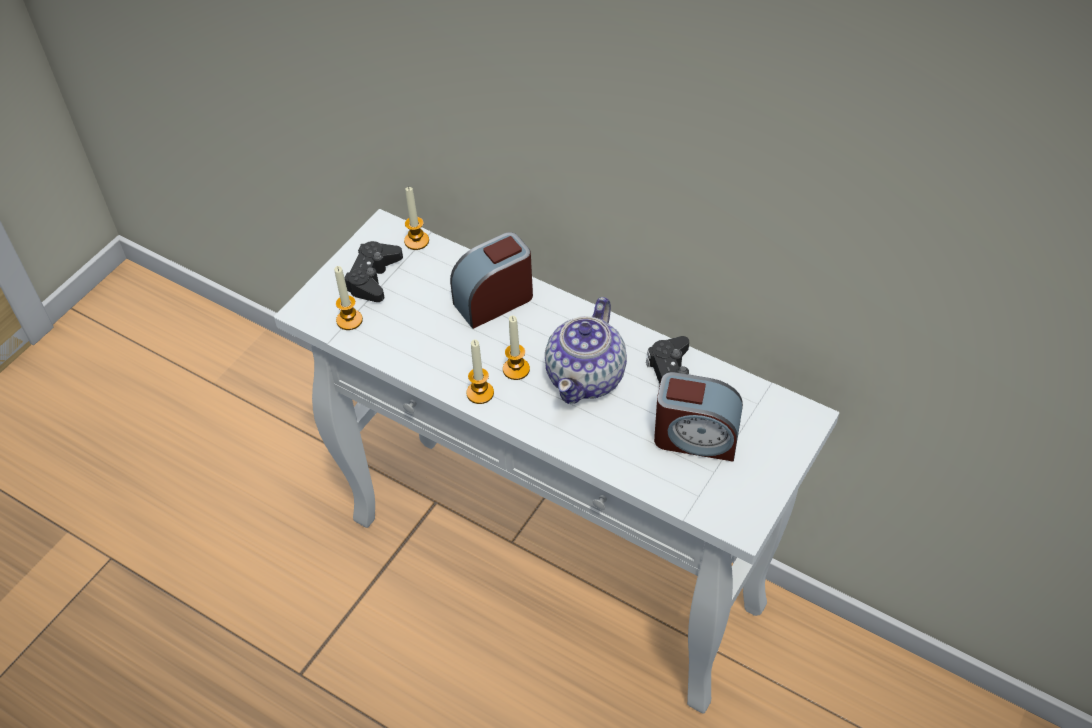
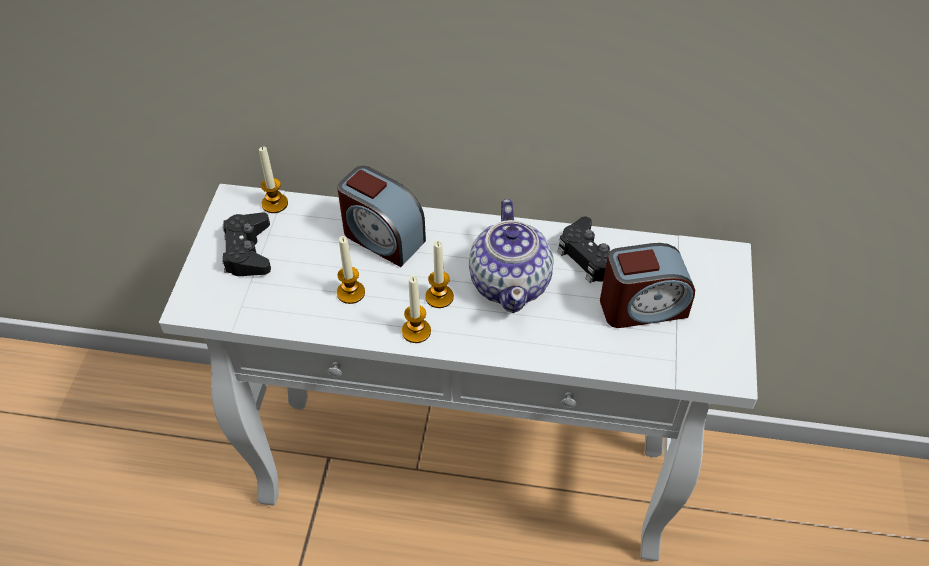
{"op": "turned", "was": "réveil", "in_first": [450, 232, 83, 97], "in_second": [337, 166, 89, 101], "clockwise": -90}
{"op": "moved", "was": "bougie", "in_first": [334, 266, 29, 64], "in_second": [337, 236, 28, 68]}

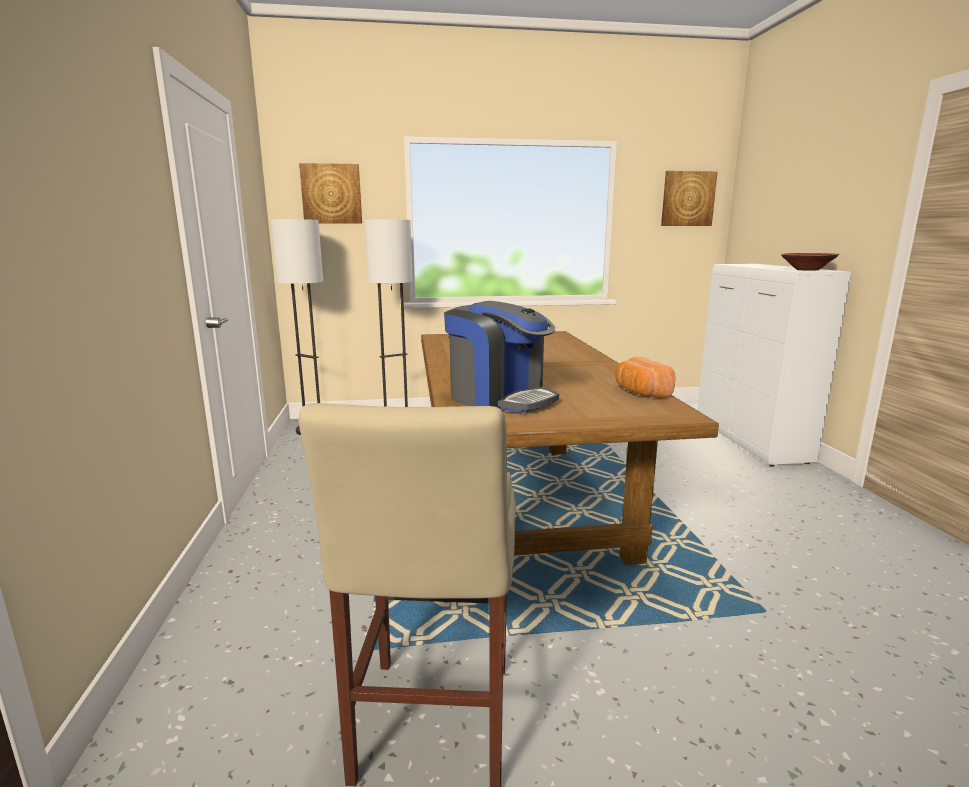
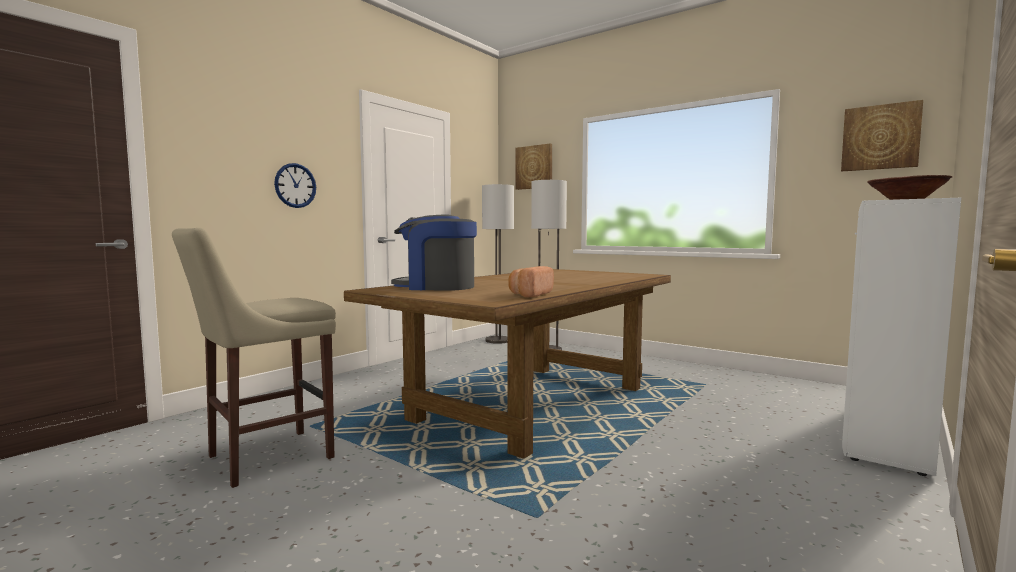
{"op": "turned", "was": "machine à café", "in_first": [444, 301, 115, 112], "in_second": [391, 214, 86, 77], "clockwise": 105}
{"op": "added", "now": "horloge murale", "in_second": [274, 163, 42, 45]}

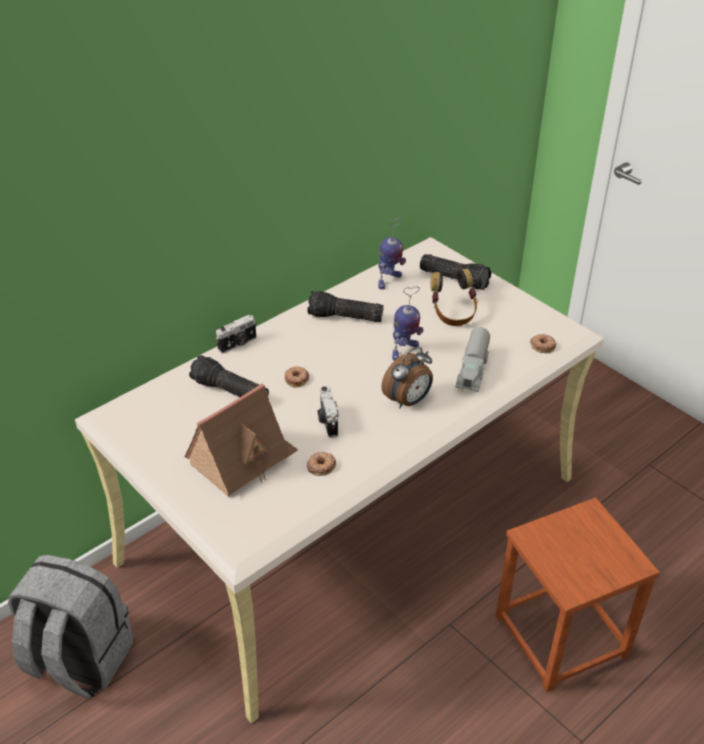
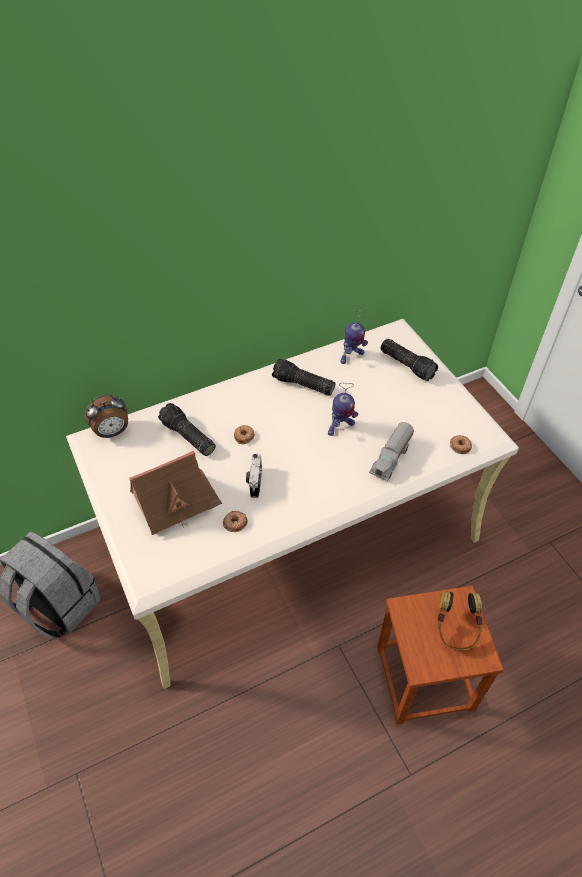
{"op": "moved", "was": "casque audio", "in_first": [431, 269, 47, 57], "in_second": [438, 591, 45, 60]}
{"op": "removed", "was": "appareil photo", "in_first": [216, 315, 41, 39]}
{"op": "moved", "was": "réveil", "in_first": [381, 347, 52, 61], "in_second": [85, 394, 43, 44]}

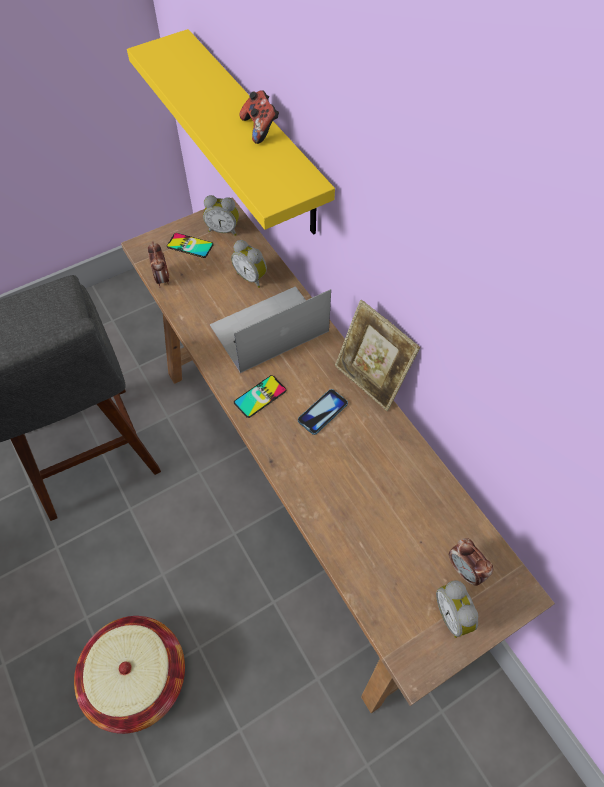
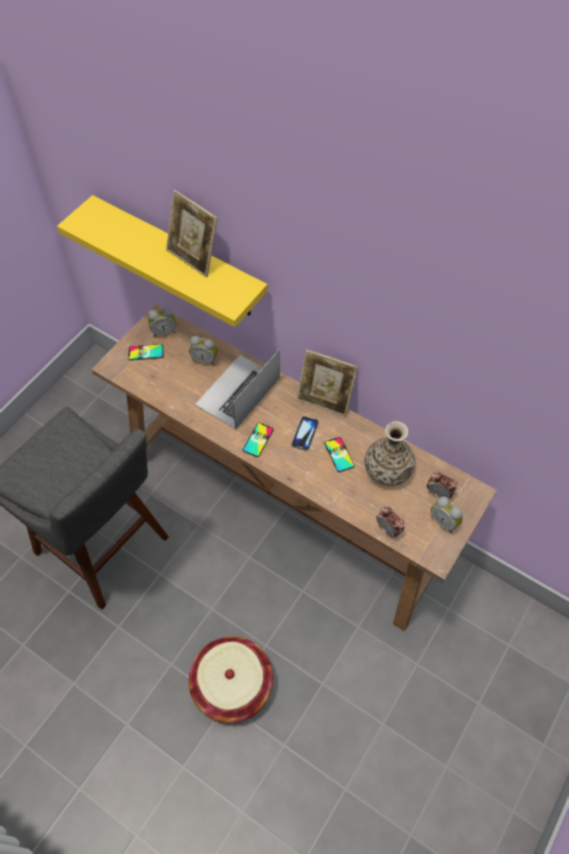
{"op": "replaced", "was": "manette", "now": "cadre photo", "in_first": [240, 90, 39, 54], "in_second": [166, 190, 52, 87]}
{"op": "moved", "was": "réveil", "in_first": [148, 241, 21, 46], "in_second": [376, 506, 28, 32]}
{"op": "added", "now": "vase", "in_second": [365, 421, 50, 65]}
{"op": "added", "now": "téléphone", "in_second": [324, 437, 31, 35]}

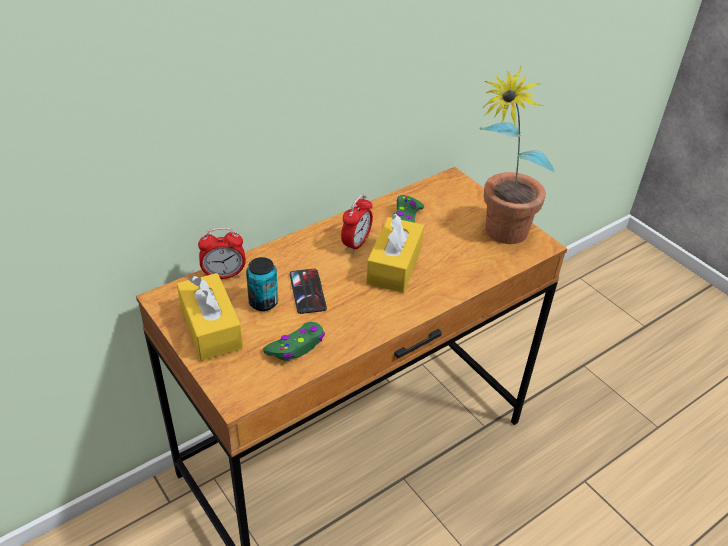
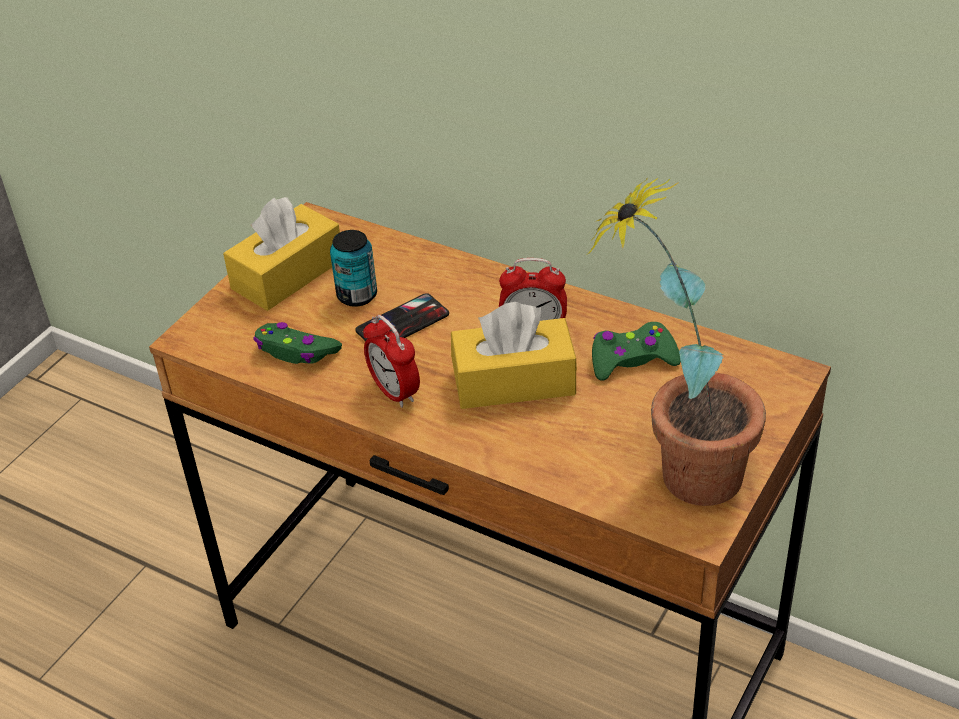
{"op": "moved", "was": "réveil", "in_first": [198, 227, 48, 52], "in_second": [363, 315, 57, 93]}

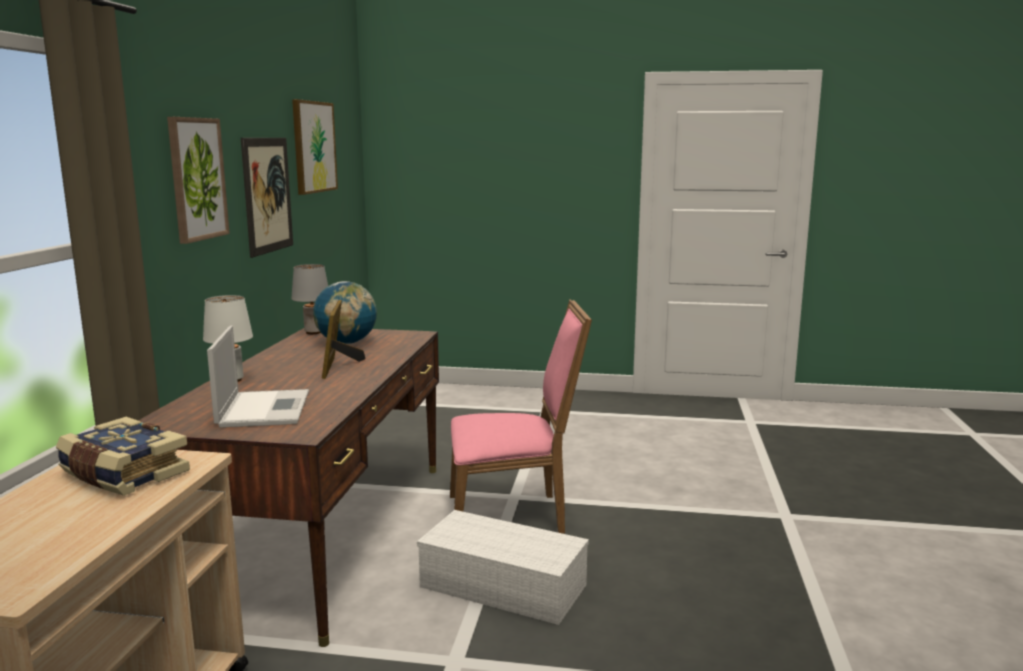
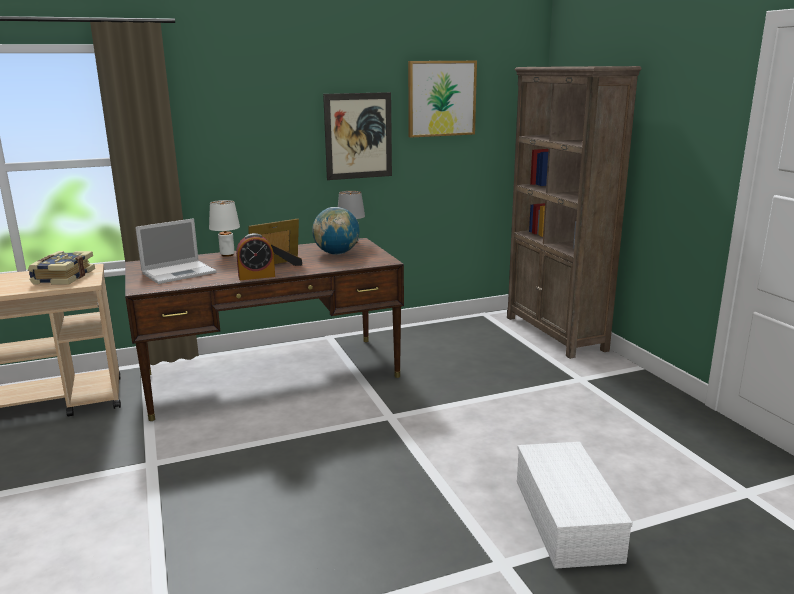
{"op": "removed", "was": "tableau", "in_first": [167, 117, 63, 127]}
{"op": "removed", "was": "chaise/rose", "in_first": [450, 300, 142, 234]}
{"op": "moved", "was": "boîte de rangement/blanc", "in_first": [417, 510, 172, 115], "in_second": [517, 442, 116, 127]}
{"op": "added", "now": "bibliothèque/marron", "in_second": [507, 66, 134, 293]}
{"op": "added", "now": "réveil", "in_second": [236, 233, 39, 47]}

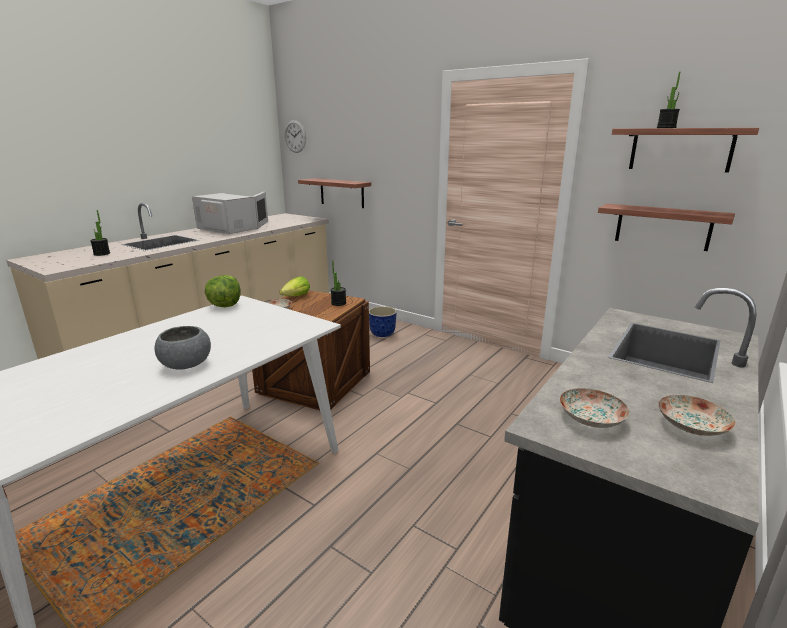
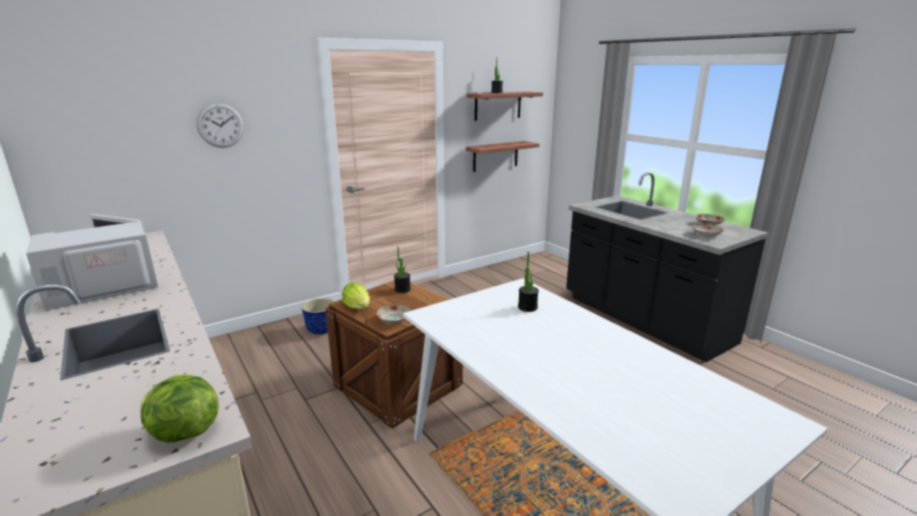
{"op": "moved", "was": "horloge murale", "in_first": [285, 120, 21, 33], "in_second": [196, 103, 48, 45]}
{"op": "removed", "was": "étagère", "in_first": [298, 178, 73, 30]}
{"op": "moved", "was": "plante en pot", "in_first": [90, 210, 20, 46], "in_second": [518, 252, 21, 60]}
{"op": "moved", "was": "laitue", "in_first": [205, 275, 35, 32], "in_second": [141, 375, 78, 68]}
{"op": "removed", "was": "bol/gris", "in_first": [155, 326, 56, 44]}

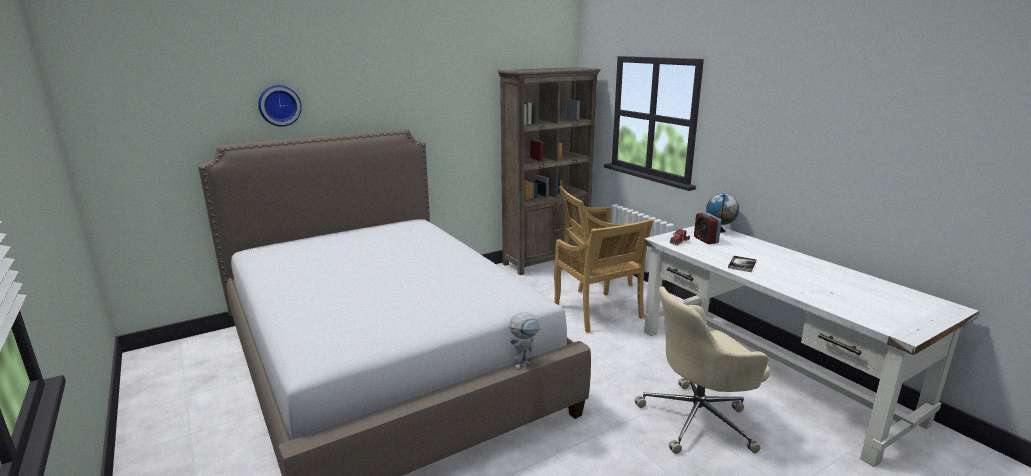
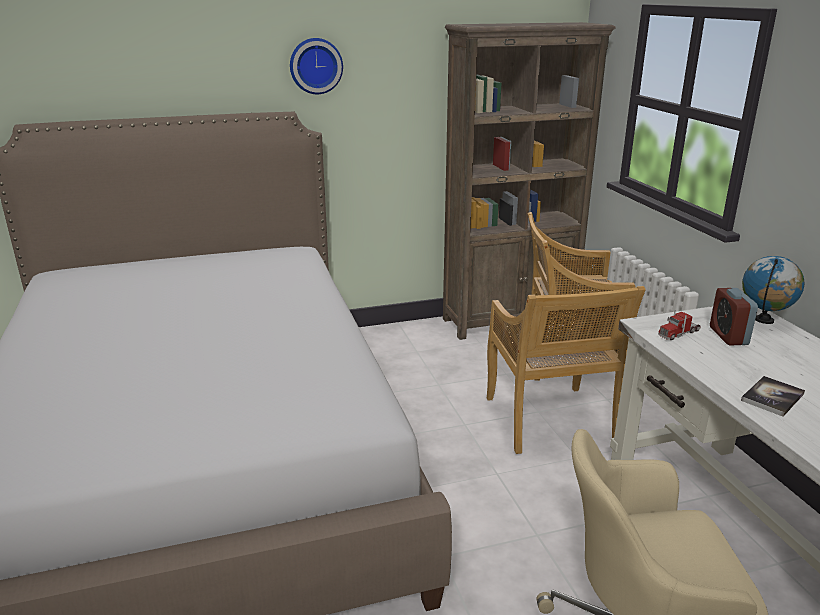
{"op": "moved", "was": "horloge murale", "in_first": [258, 85, 44, 42], "in_second": [290, 38, 53, 56]}
{"op": "removed", "was": "robot jouet", "in_first": [508, 312, 32, 58]}

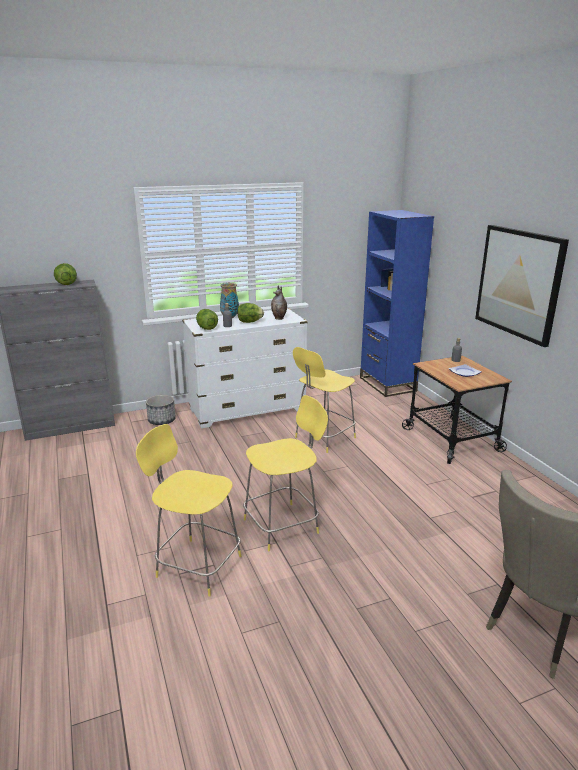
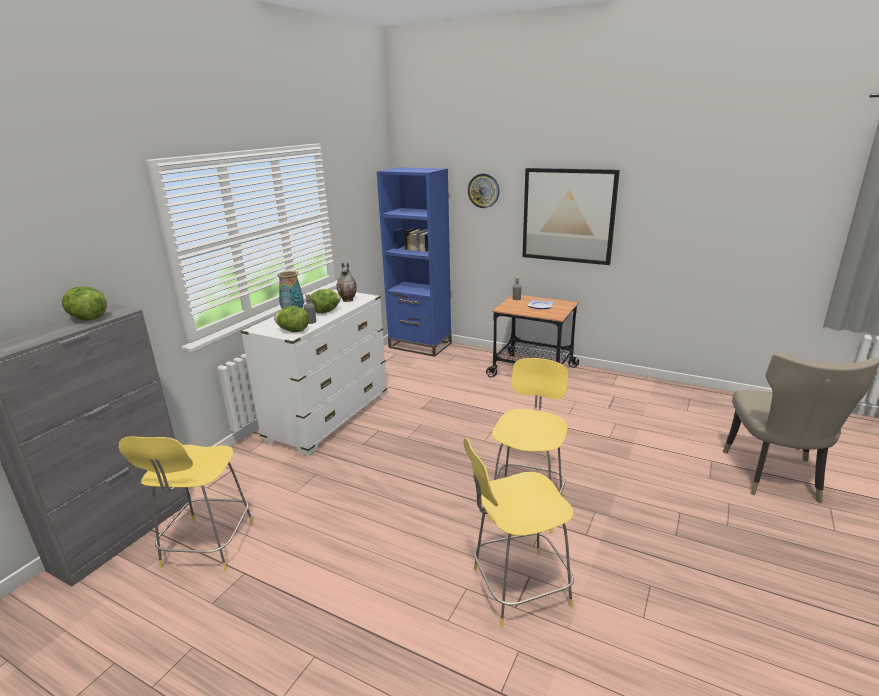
{"op": "moved", "was": "tabouret/jaune", "in_first": [293, 347, 63, 106], "in_second": [119, 436, 135, 135]}
{"op": "removed", "was": "cache-pot", "in_first": [146, 395, 30, 30]}
{"op": "added", "now": "horloge murale", "in_second": [468, 173, 32, 35]}

